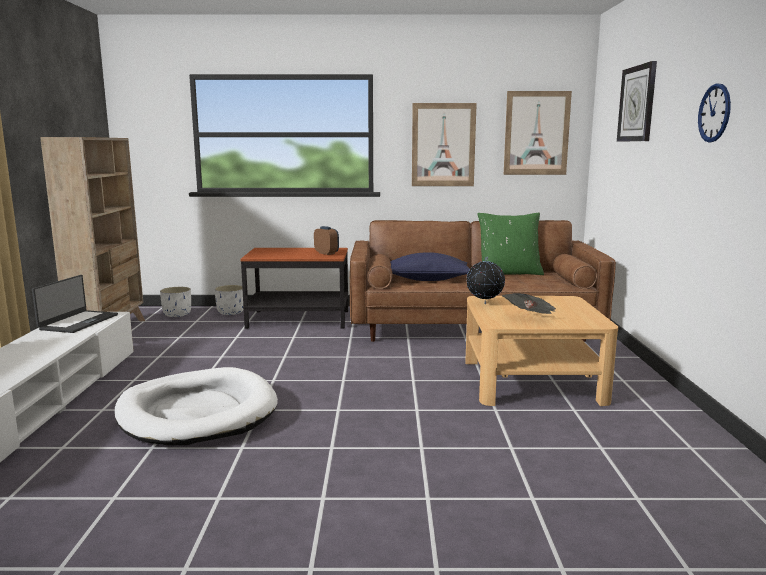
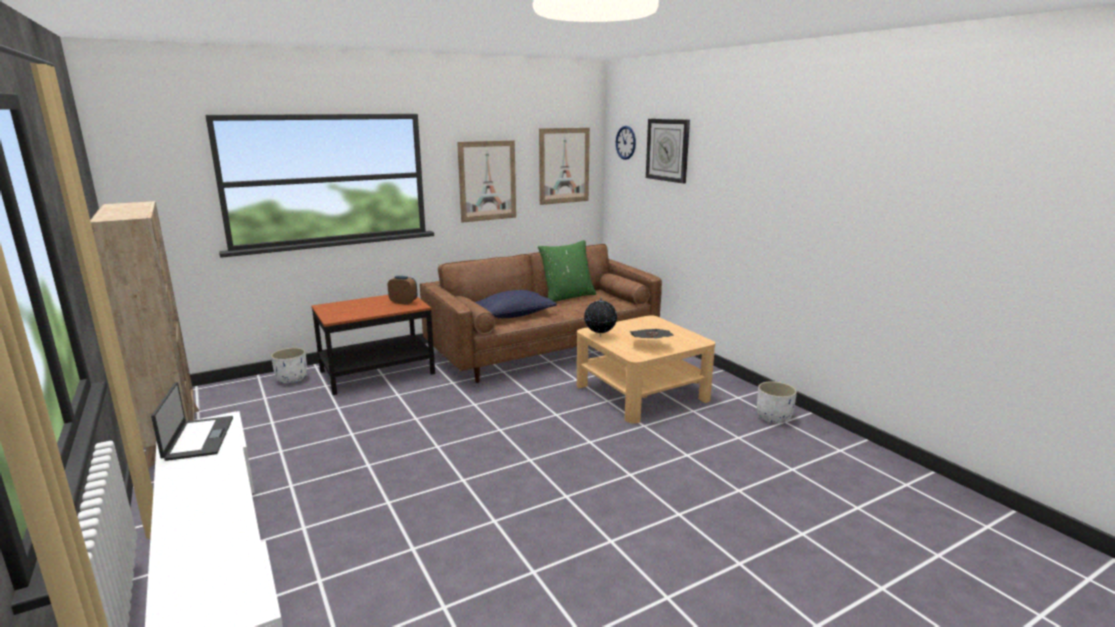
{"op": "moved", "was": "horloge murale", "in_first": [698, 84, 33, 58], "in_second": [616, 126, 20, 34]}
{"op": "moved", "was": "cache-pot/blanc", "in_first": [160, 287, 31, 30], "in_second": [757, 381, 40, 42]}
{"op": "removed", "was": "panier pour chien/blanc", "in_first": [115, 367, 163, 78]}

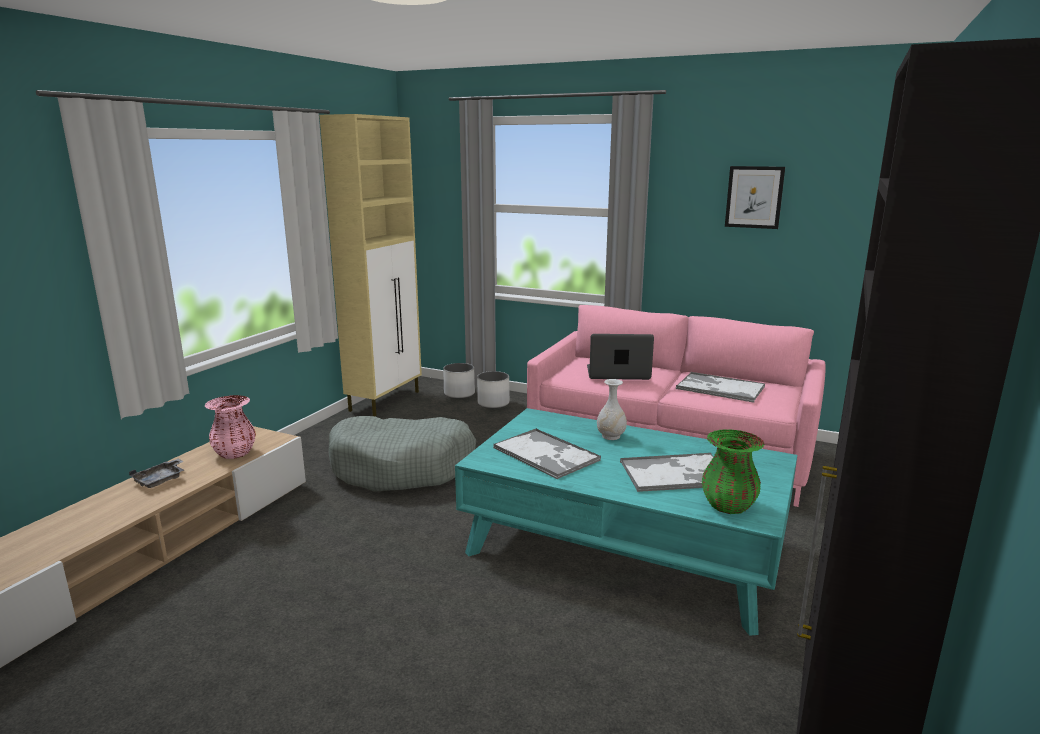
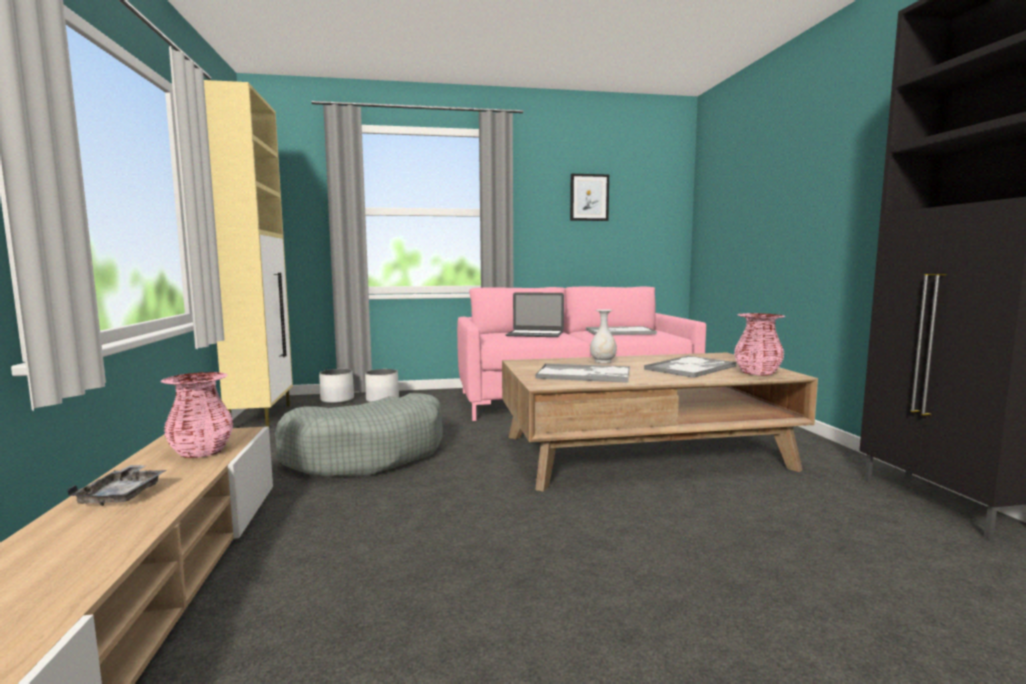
{"op": "turned", "was": "ordinateur portable", "in_first": [587, 334, 67, 46], "in_second": [506, 292, 58, 45], "clockwise": -135}
{"op": "recoloured", "was": "table basse/turquoise", "now": "table basse/marron", "in_first": [455, 408, 342, 228], "in_second": [502, 352, 316, 139]}
{"op": "recoloured", "was": "vase/vert", "now": "vase/rose", "in_first": [702, 429, 63, 85], "in_second": [734, 313, 51, 63]}

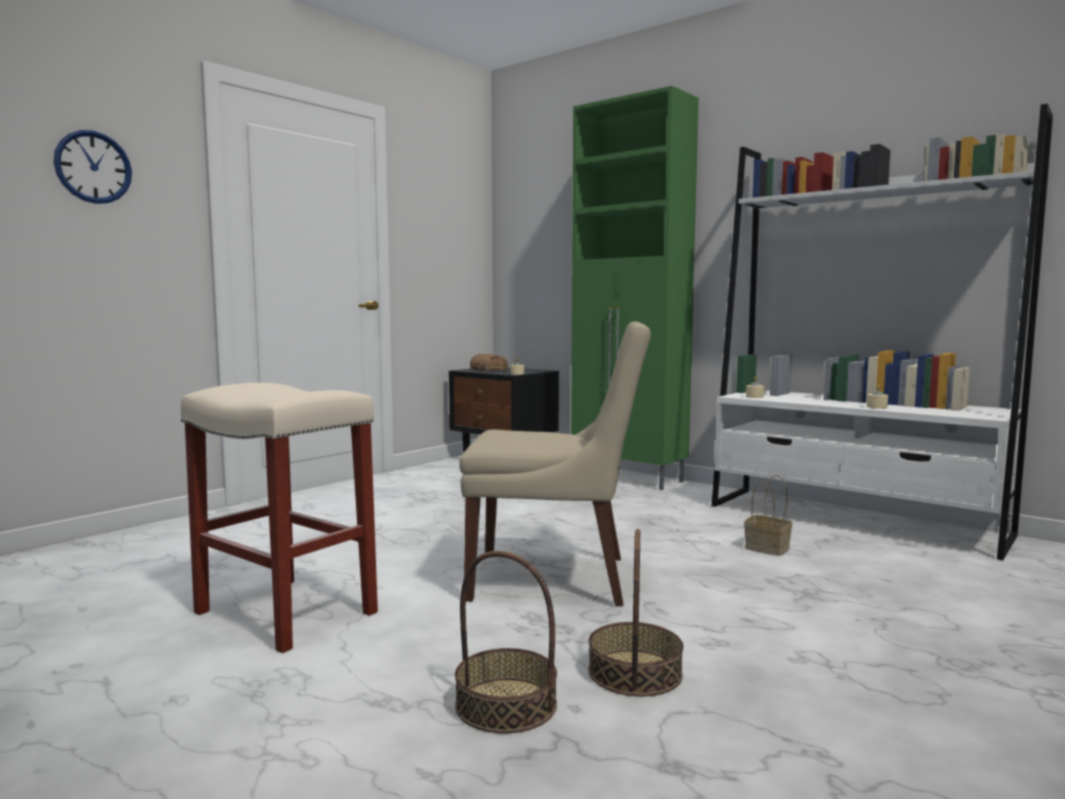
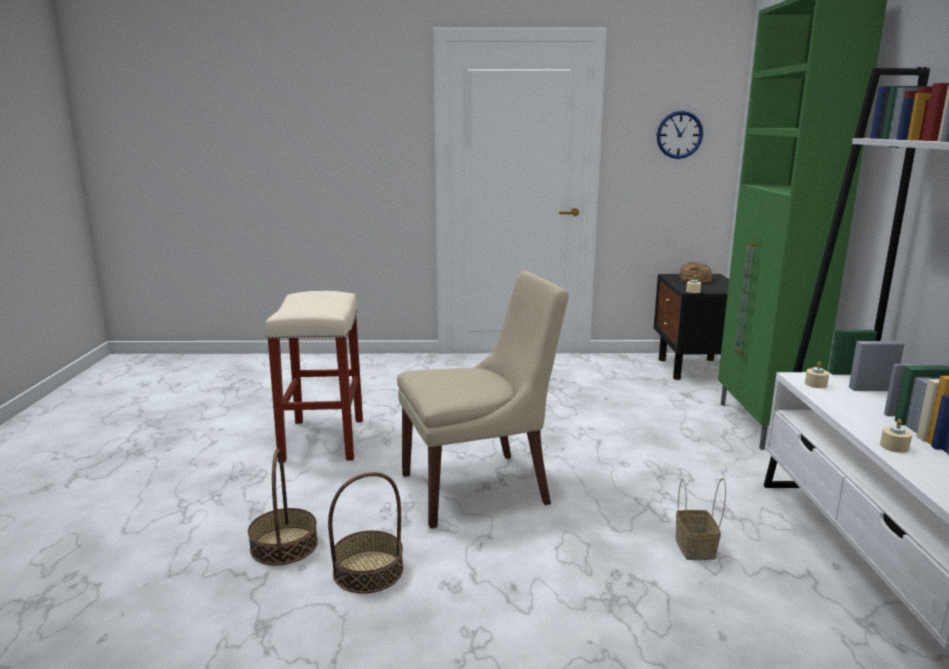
{"op": "moved", "was": "horloge murale", "in_first": [54, 130, 78, 74], "in_second": [657, 111, 46, 48]}
{"op": "turned", "was": "chaise/beige", "in_first": [459, 322, 192, 284], "in_second": [397, 271, 172, 258], "clockwise": -75}

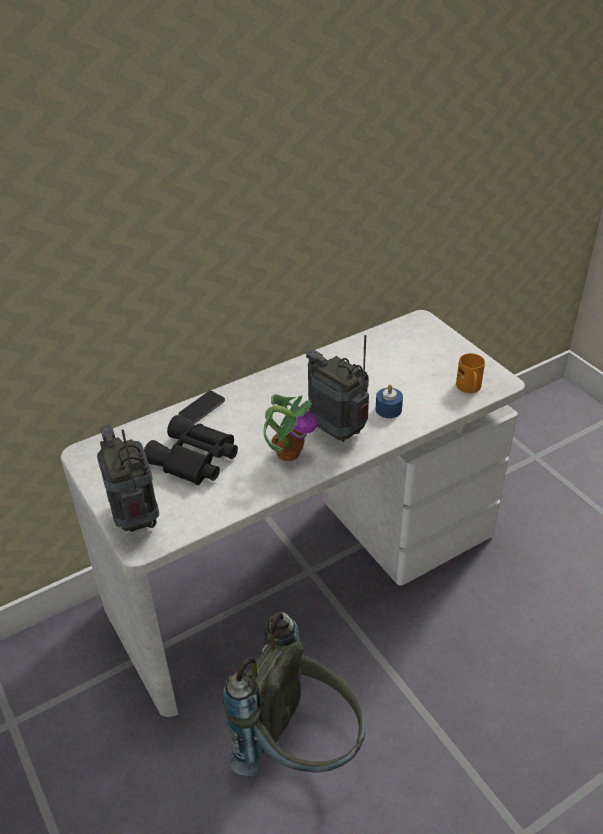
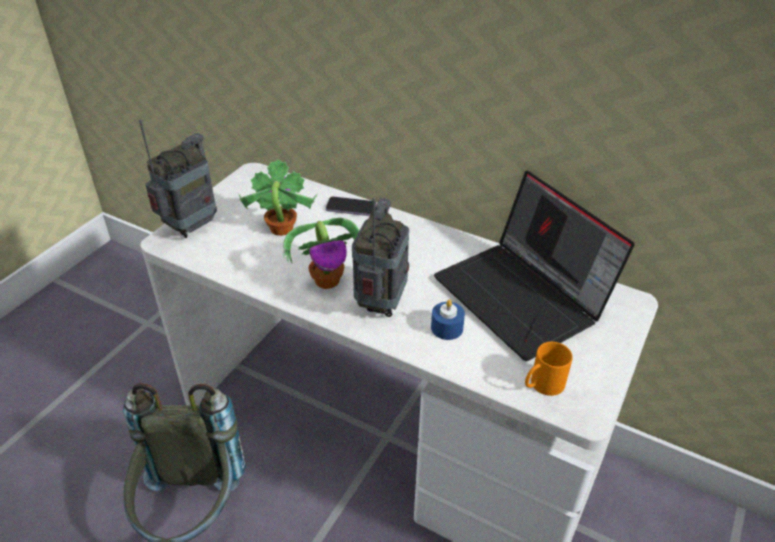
{"op": "replaced", "was": "jumelles/noir", "now": "plante en pot", "in_first": [144, 415, 94, 70], "in_second": [239, 159, 79, 77]}
{"op": "added", "now": "ordinateur portable", "in_second": [434, 171, 201, 190]}

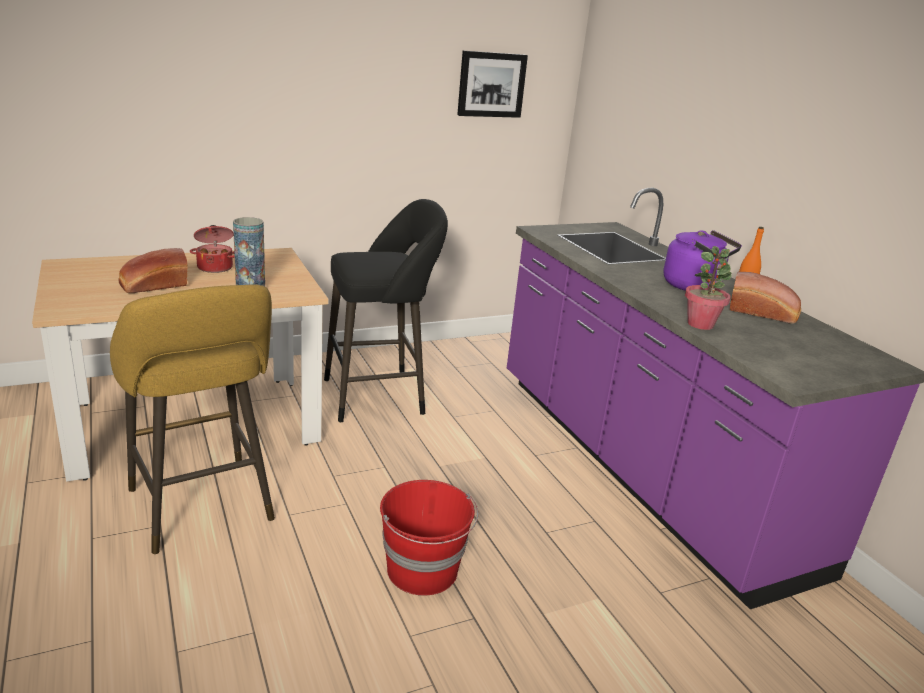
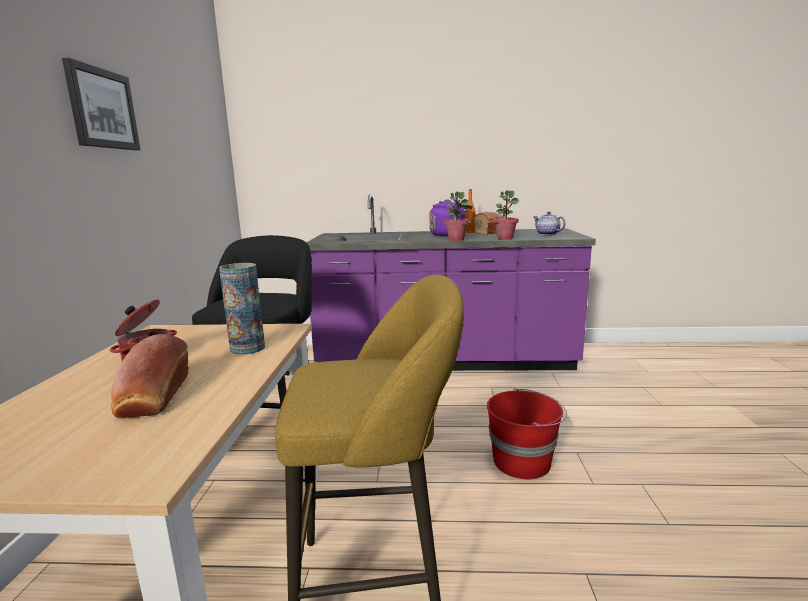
{"op": "moved", "was": "tableau", "in_first": [457, 51, 71, 67], "in_second": [62, 58, 79, 92]}
{"op": "added", "now": "plante en pot", "in_second": [444, 192, 25, 49]}
{"op": "added", "now": "théière", "in_second": [533, 212, 32, 23]}

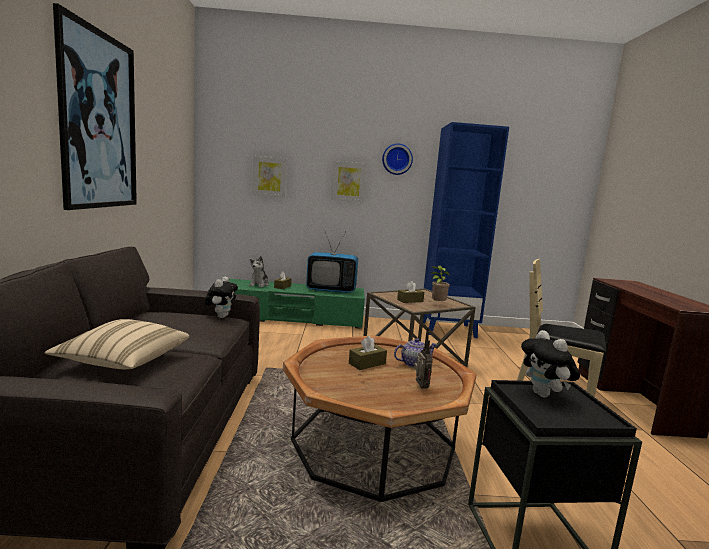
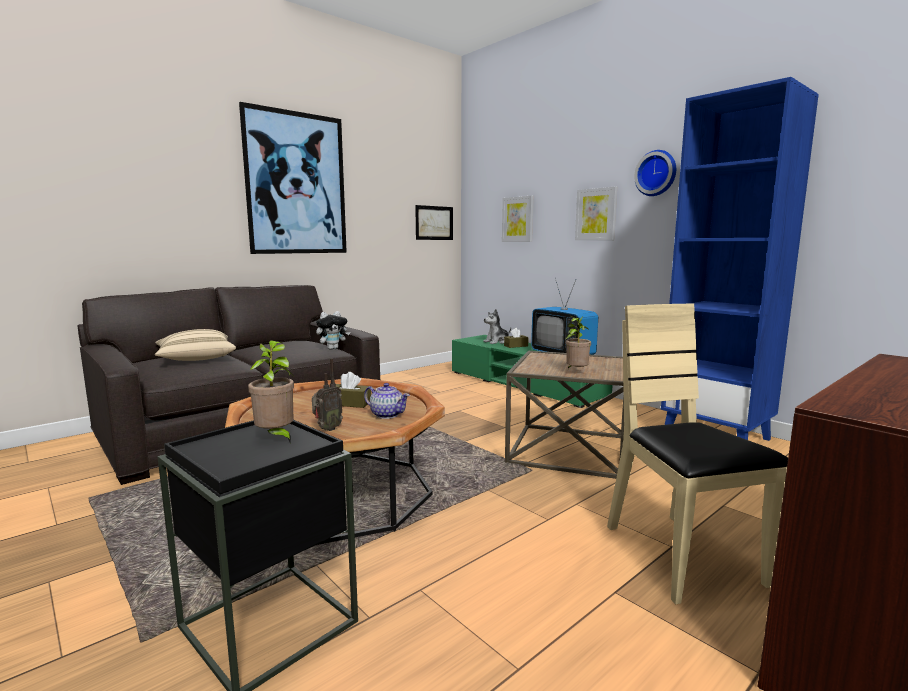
{"op": "removed", "was": "boîte à mouchoirs/marron", "in_first": [397, 281, 27, 22]}
{"op": "replaced", "was": "peluche", "now": "plante en pot", "in_first": [521, 330, 59, 67], "in_second": [248, 340, 46, 102]}
{"op": "added", "now": "tableau", "in_second": [415, 205, 38, 35]}

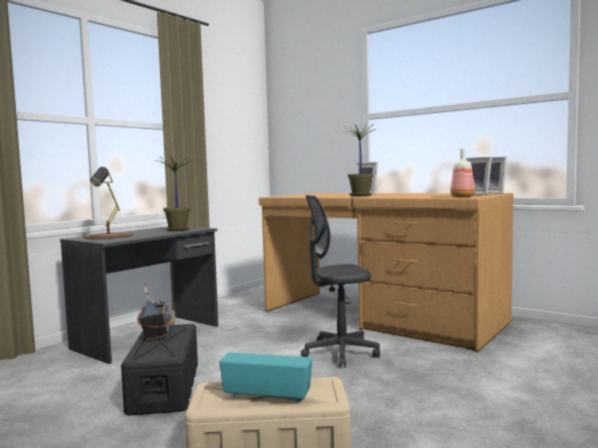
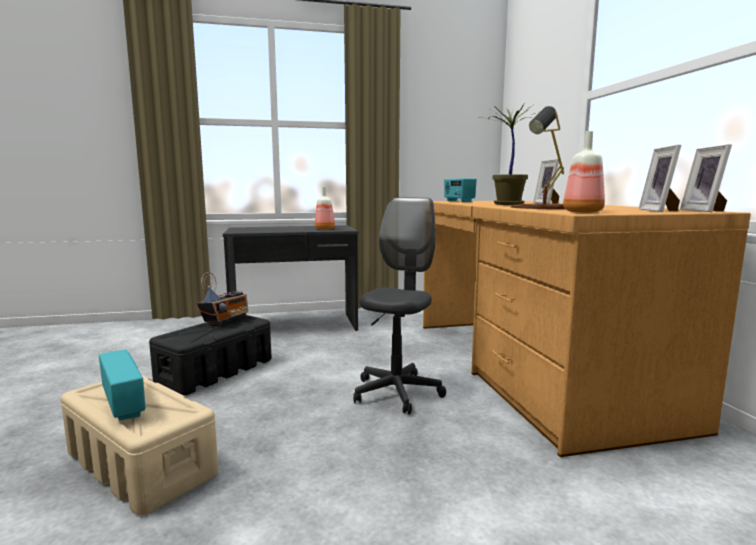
{"op": "replaced", "was": "plante en pot", "now": "bouteille", "in_first": [154, 156, 40, 75], "in_second": [315, 187, 20, 42]}
{"op": "moved", "was": "lampe de table/marron", "in_first": [83, 167, 50, 72], "in_second": [511, 106, 54, 103]}
{"op": "turned", "was": "chaise de bureau/gris", "in_first": [301, 195, 79, 173], "in_second": [353, 197, 93, 218], "clockwise": 90}
{"op": "added", "now": "radio", "in_second": [444, 178, 33, 24]}

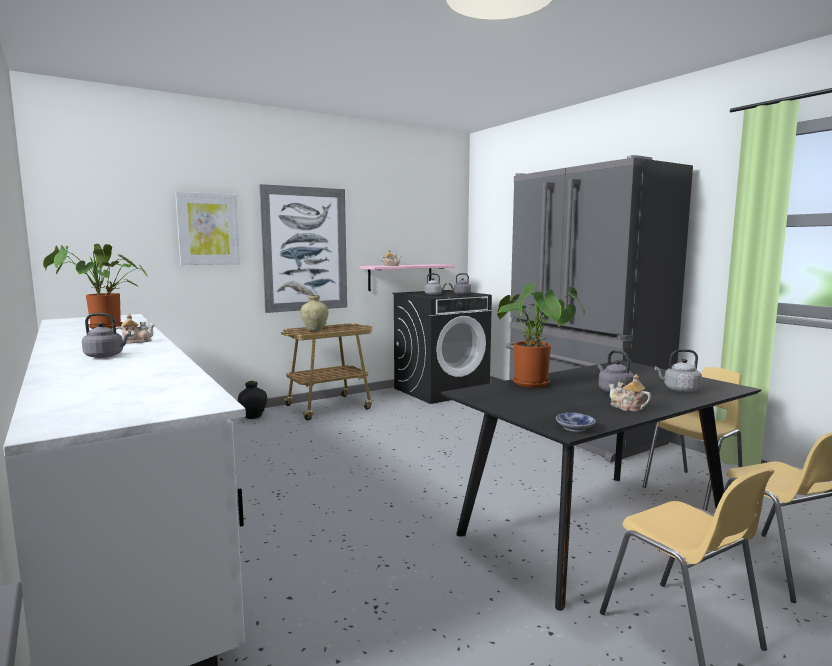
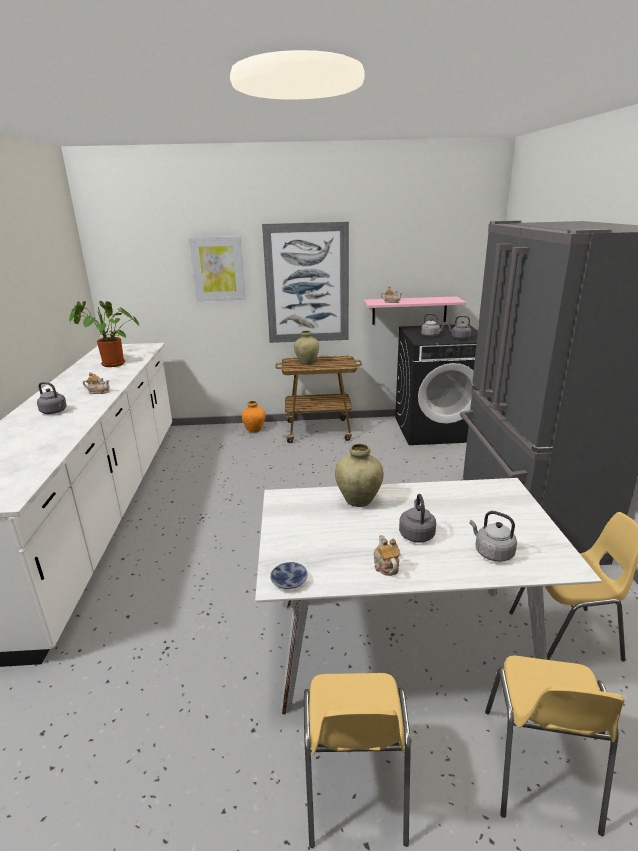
{"op": "replaced", "was": "plante en pot", "now": "vase/beige", "in_first": [497, 283, 88, 105], "in_second": [335, 444, 49, 63]}
{"op": "recoloured", "was": "table à manger/noir", "now": "table à manger/blanc", "in_first": [440, 360, 321, 251], "in_second": [255, 478, 347, 236]}
{"op": "recoloured", "was": "vase/noir", "now": "vase/orange", "in_first": [238, 381, 29, 38], "in_second": [242, 401, 24, 32]}

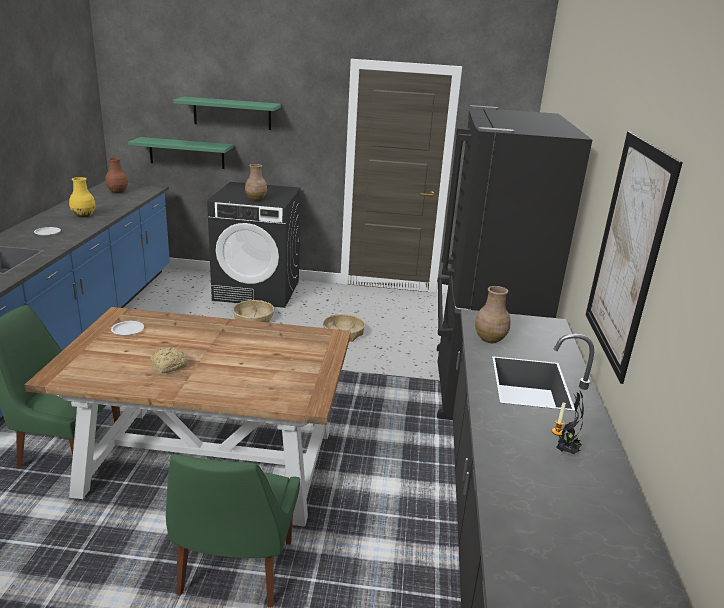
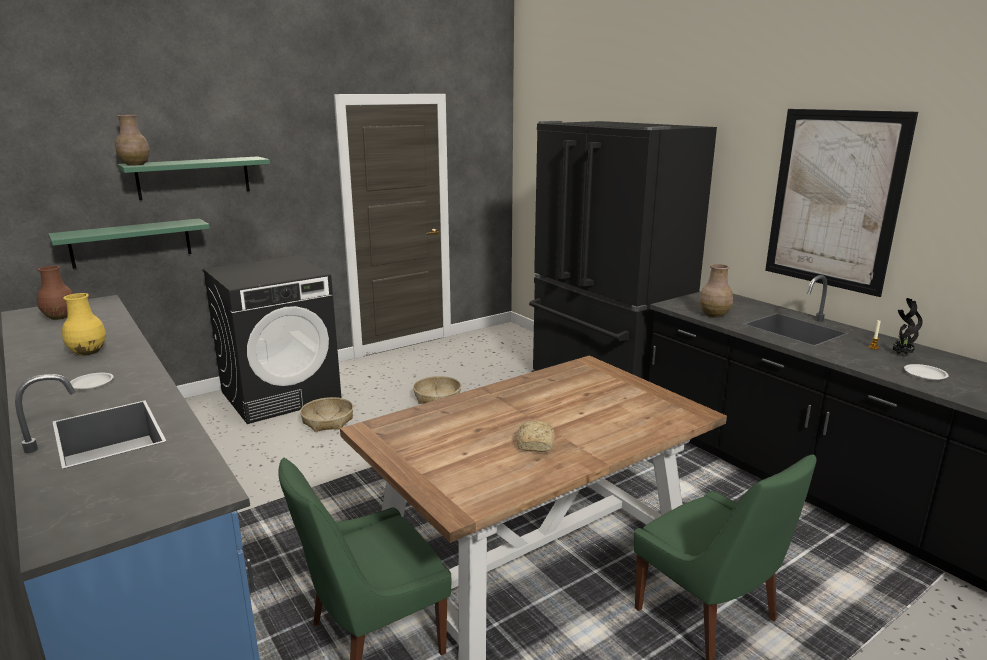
{"op": "moved", "was": "vase/marron", "in_first": [245, 164, 22, 37], "in_second": [115, 115, 35, 50]}
{"op": "moved", "was": "assiette/blanc", "in_first": [111, 321, 33, 15], "in_second": [904, 364, 45, 16]}

